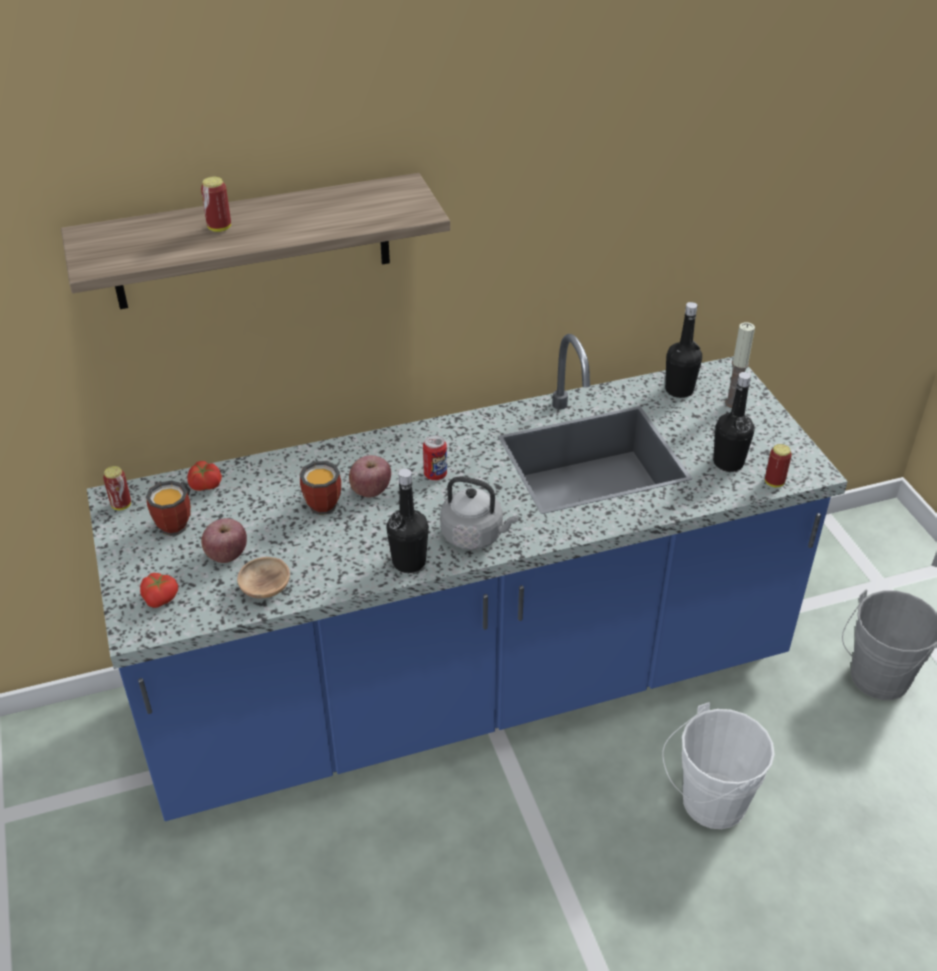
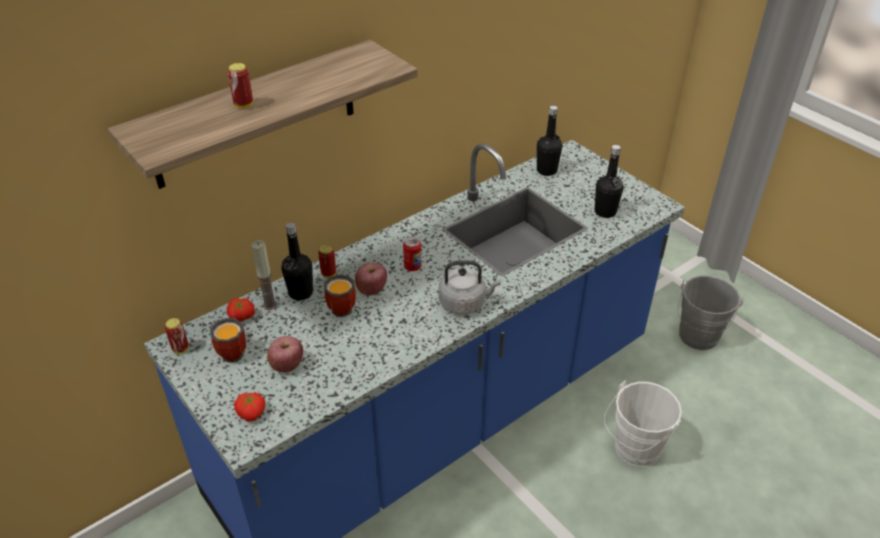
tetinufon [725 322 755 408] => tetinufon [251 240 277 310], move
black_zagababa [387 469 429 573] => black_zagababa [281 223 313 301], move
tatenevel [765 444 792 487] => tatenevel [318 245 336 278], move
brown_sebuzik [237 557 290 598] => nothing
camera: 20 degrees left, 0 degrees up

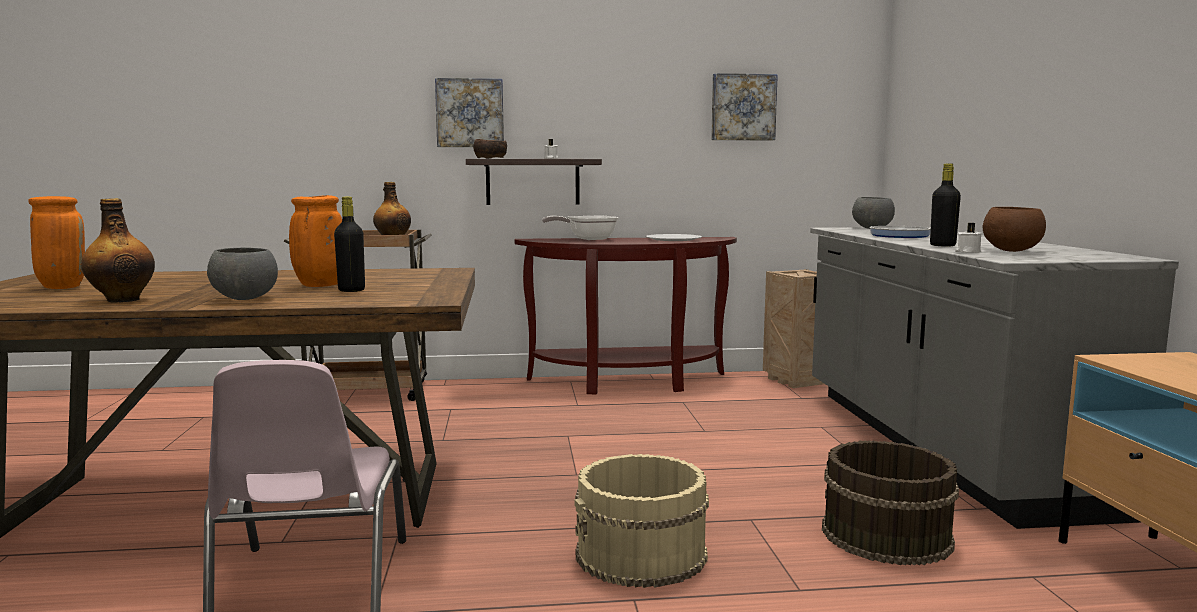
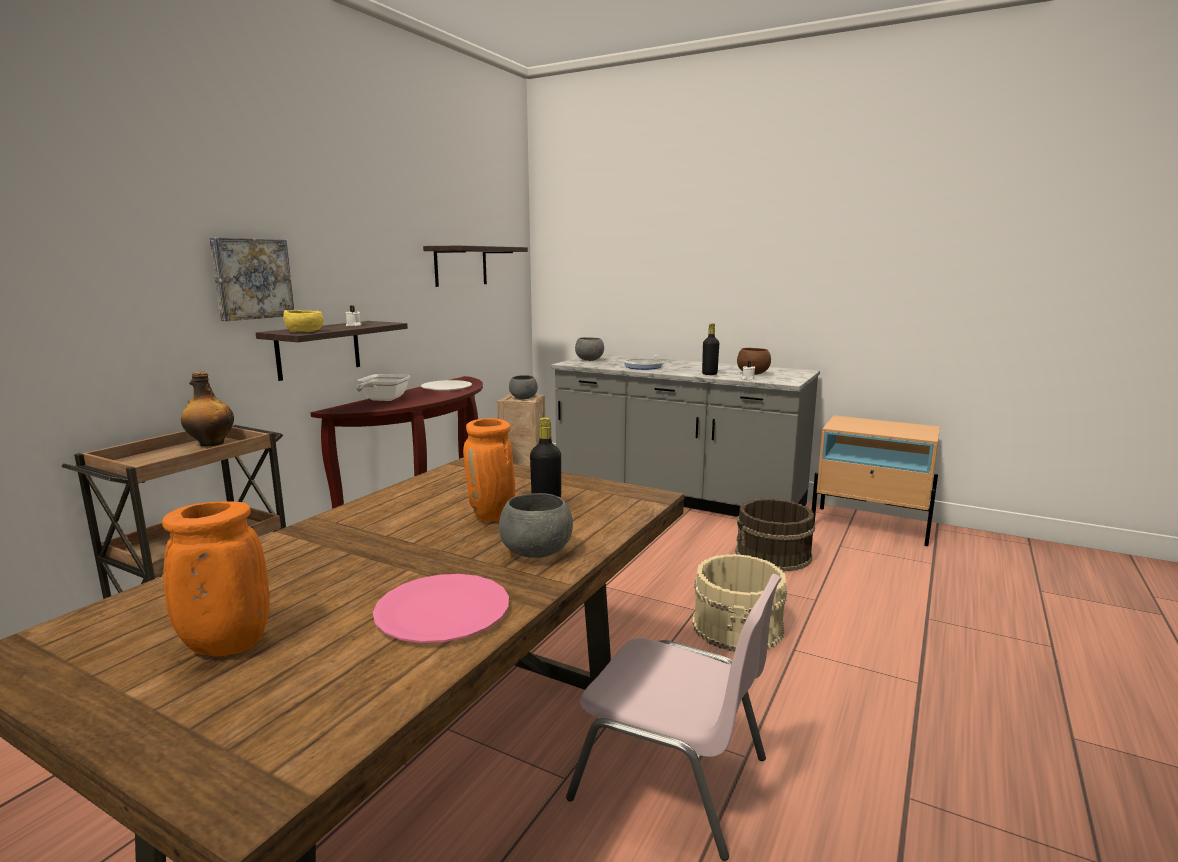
brown_sebuzik [473 139 507 159] => yellow_sebuzik [283 310 323 332]
zagababa [81 198 155 302] => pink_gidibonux [373 574 509 643]
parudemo [711 73 778 141] => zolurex [423 245 528 287]
nothing => grey_sebuzik [509 375 538 399]
camera: 55 degrees left, 5 degrees up

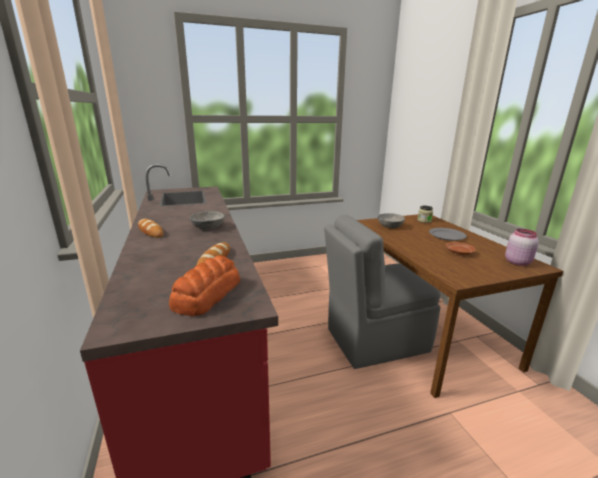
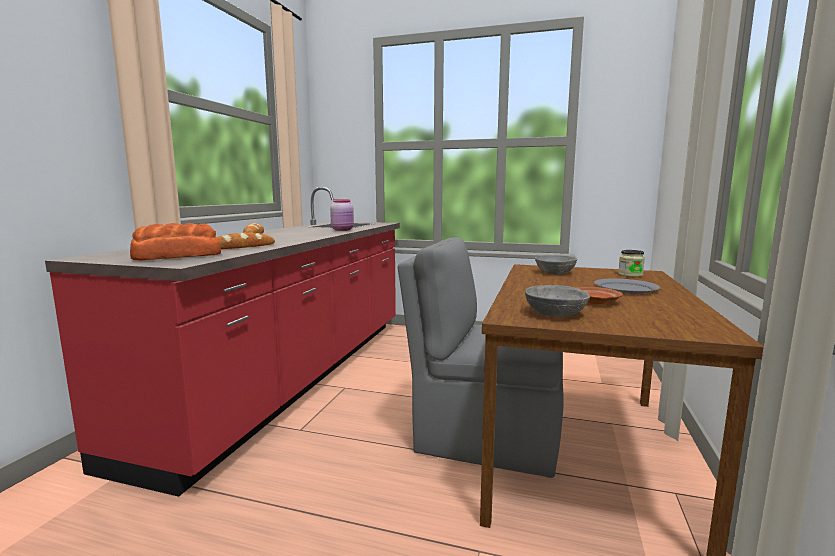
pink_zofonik [505 229 539 266] => pink_zofonik [330 199 354 231], move
grey_sebuzik [190 211 225 230] => grey_sebuzik [525 285 590 317], move
camera: 35 degrees right, 10 degrees down

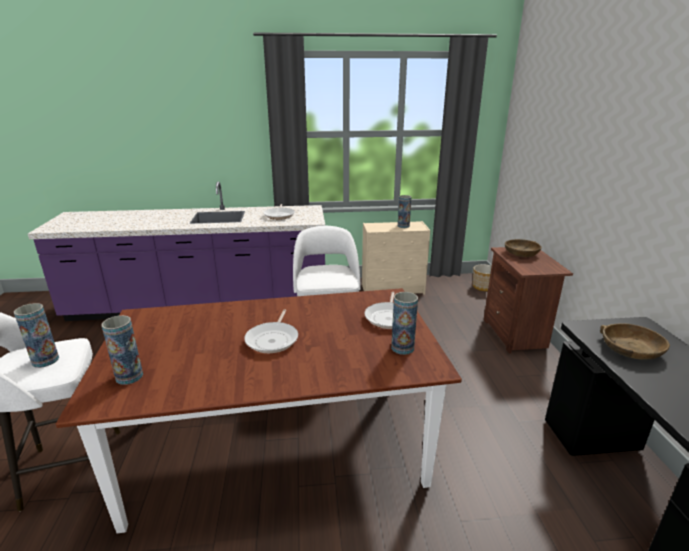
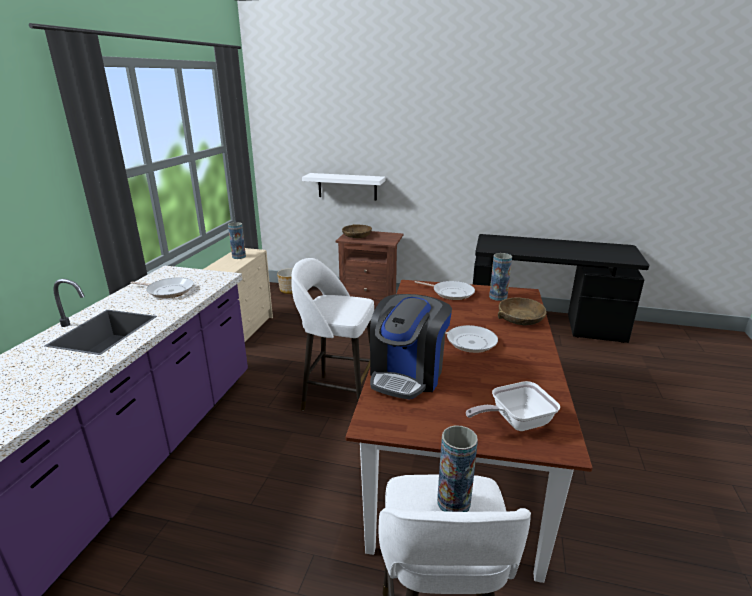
nothing => white_zolurex [302 173 386 201]
nothing => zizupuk [370 294 452 400]
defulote [102 315 143 385] => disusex [466 381 560 431]
brown_sebuzik [600 323 670 360] => brown_sebuzik [498 297 546 325], move
camera: 70 degrees left, 0 degrees up

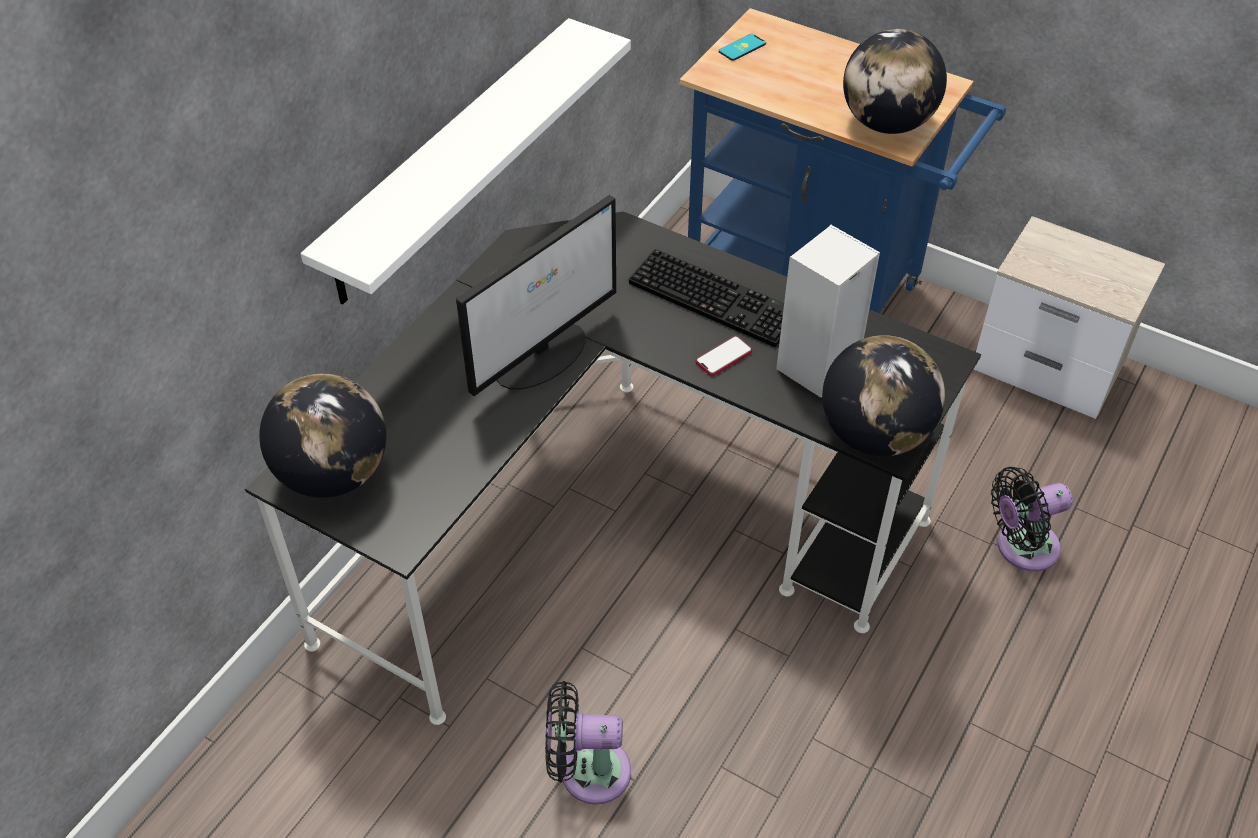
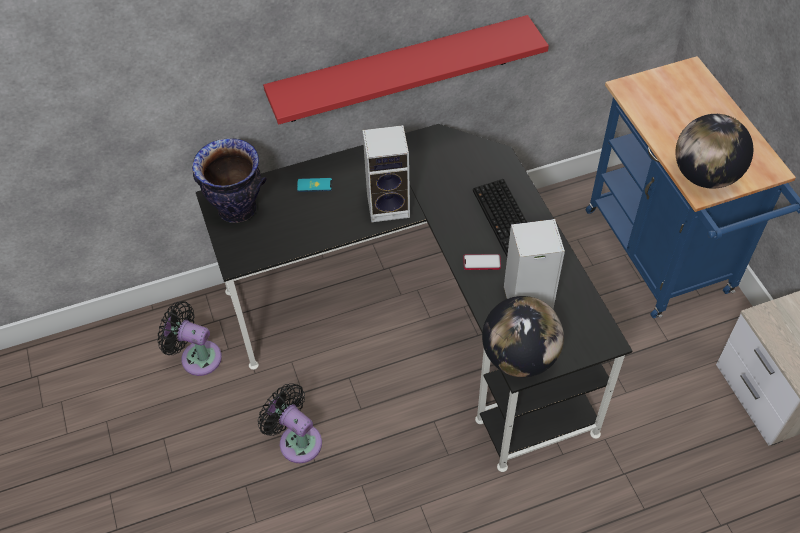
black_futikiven [991 467 1073 572] => black_futikiven [158 301 222 376], move
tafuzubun [259 374 386 498] => defulote [192 138 266 223]
white_zolurex [300 18 631 304] => red_zolurex [263 15 549 125]
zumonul [719 34 766 61] => zumonul [297 178 332 192], move
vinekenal [456 195 616 396] => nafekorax [362 125 410 223]
camera: 40 degrees right, 5 degrees up

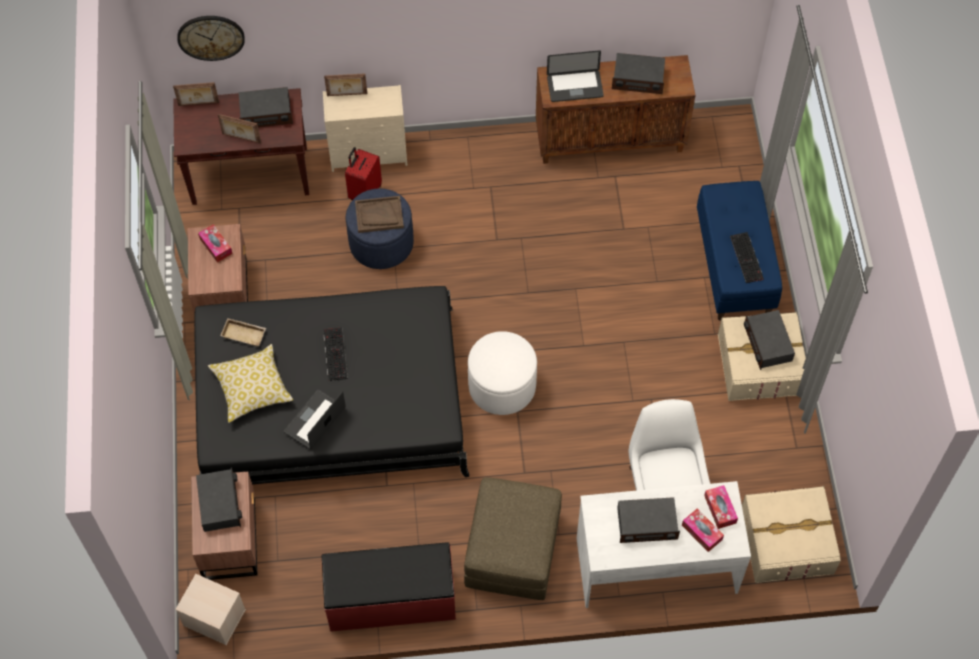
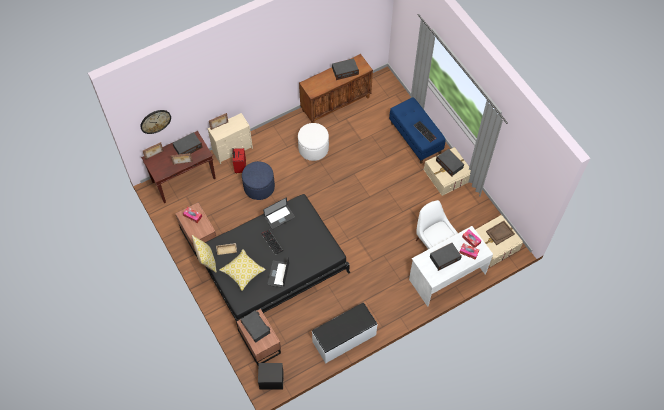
nothing => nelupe [192 235 217 273]
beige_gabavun [175 574 246 645] => black_gabavun [258 363 284 390]
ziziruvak [547 51 604 102] => ziziruvak [263 197 295 229], move
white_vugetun [468 331 537 415] => white_vugetun [298 123 329 161], move
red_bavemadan [321 542 456 632] => white_bavemadan [312 302 378 364]
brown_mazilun [355 196 404 233] => brown_mazilun [486 221 515 245], move
brown_vugetun [464 477 562 600] => nothing
camera: 25 degrees left, 0 degrees up

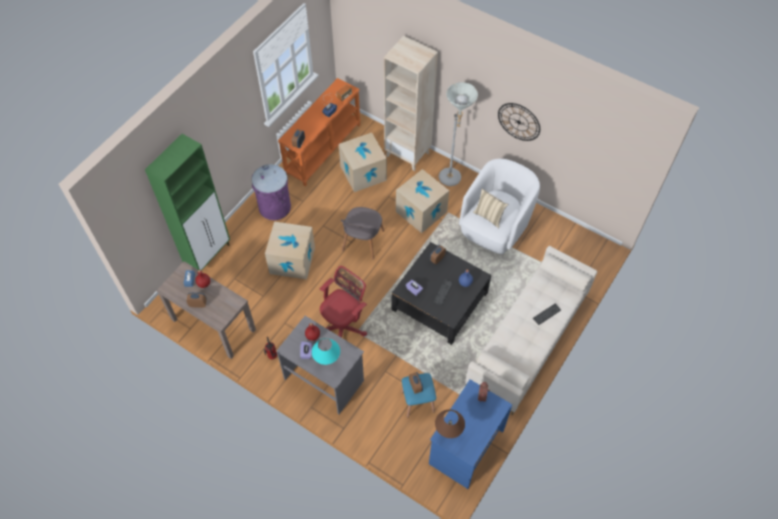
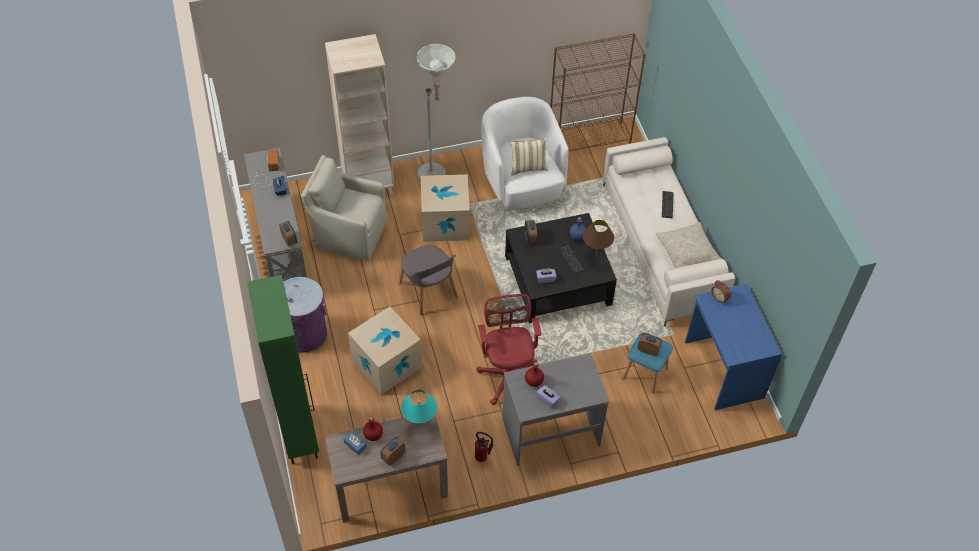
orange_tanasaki [278 78 361 187] => grey_tanasaki [244 148 308 282]
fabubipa [339 133 387 192] => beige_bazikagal [301 155 387 261]
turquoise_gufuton [312 338 340 365] => turquoise_gufuton [401 389 437 426], move
nothing => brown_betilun [550 33 646 152]
brown_gufuton [435 409 465 438] => brown_gufuton [583 220 614 257], move
nothing => beige_nelupe [655 222 722 268]
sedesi [498 103 540 141] => nothing
camera: 50 degrees left, 5 degrees down

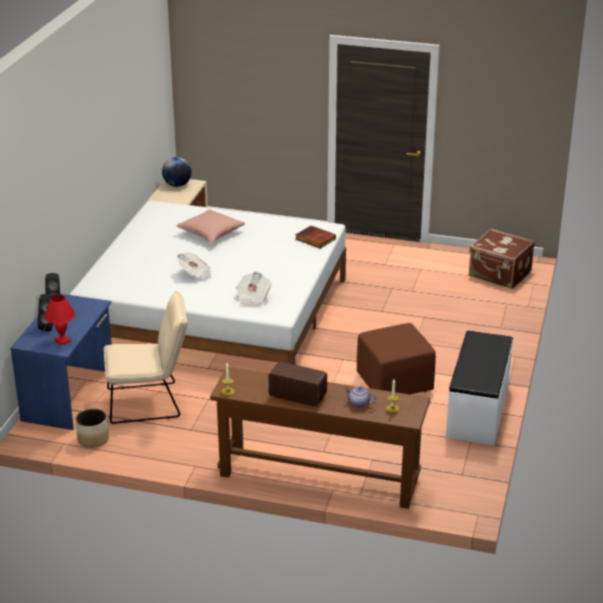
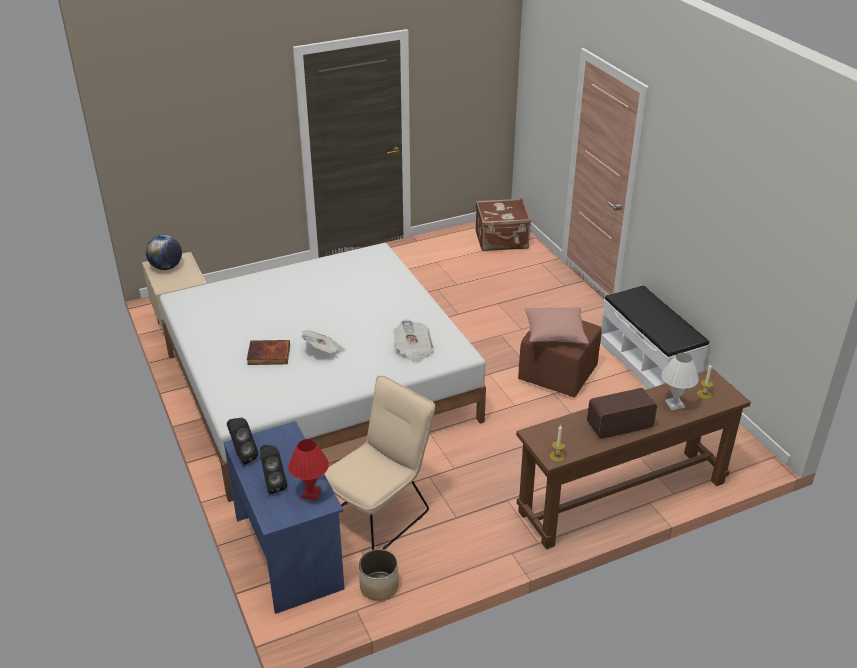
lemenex [296 226 336 249] => lemenex [247 340 290 365], move
pink_nelupe [176 209 245 243] => pink_nelupe [525 307 589 344], move
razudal [344 386 376 408] => white_gufuton [662 353 699 410]
camera: 40 degrees left, 5 degrees up

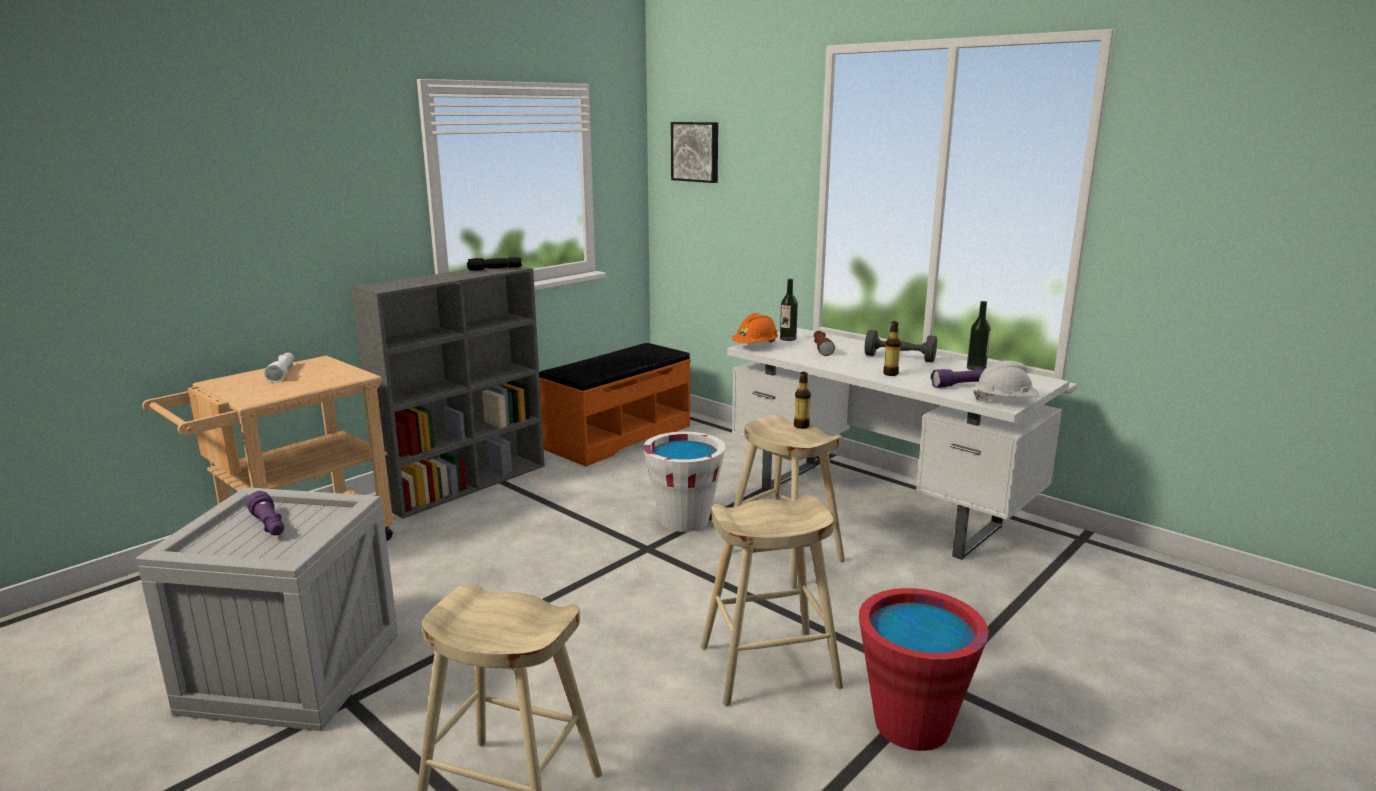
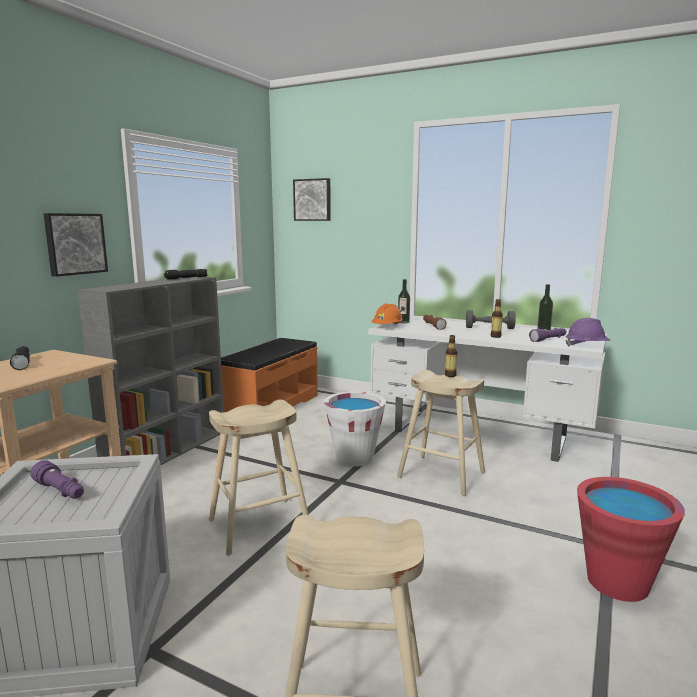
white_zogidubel [264 353 294 383] => black_zogidubel [10 346 30 370]
nothing => parudemo [43 213 108 277]
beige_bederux [700 495 843 706] => beige_bederux [209 399 309 555], move
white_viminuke [973 361 1039 400] => purple_viminuke [565 318 611 347]
camera: 15 degrees left, 5 degrees down

